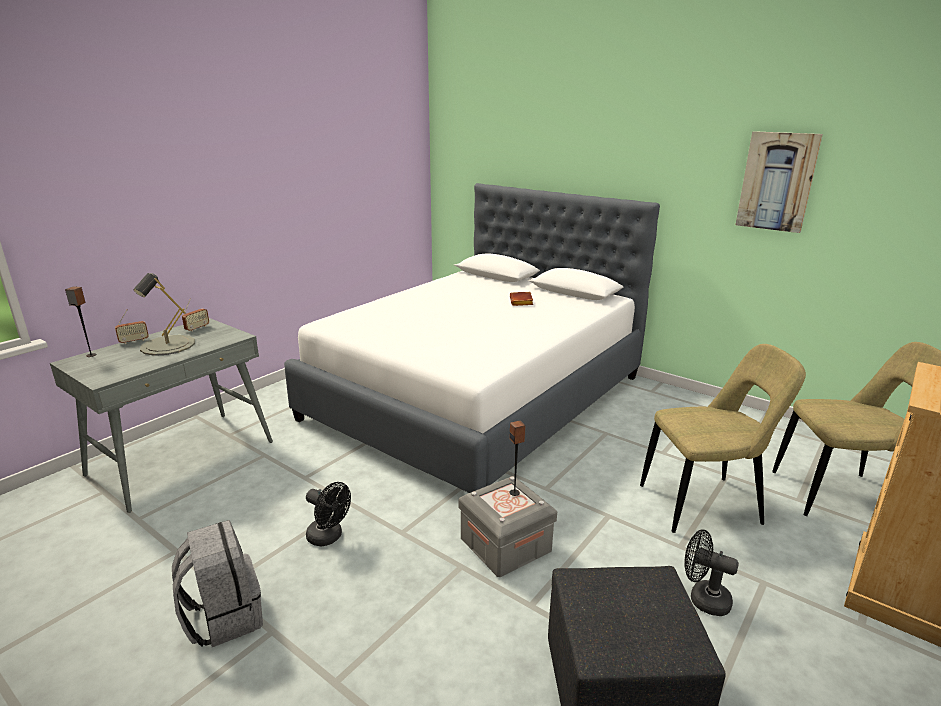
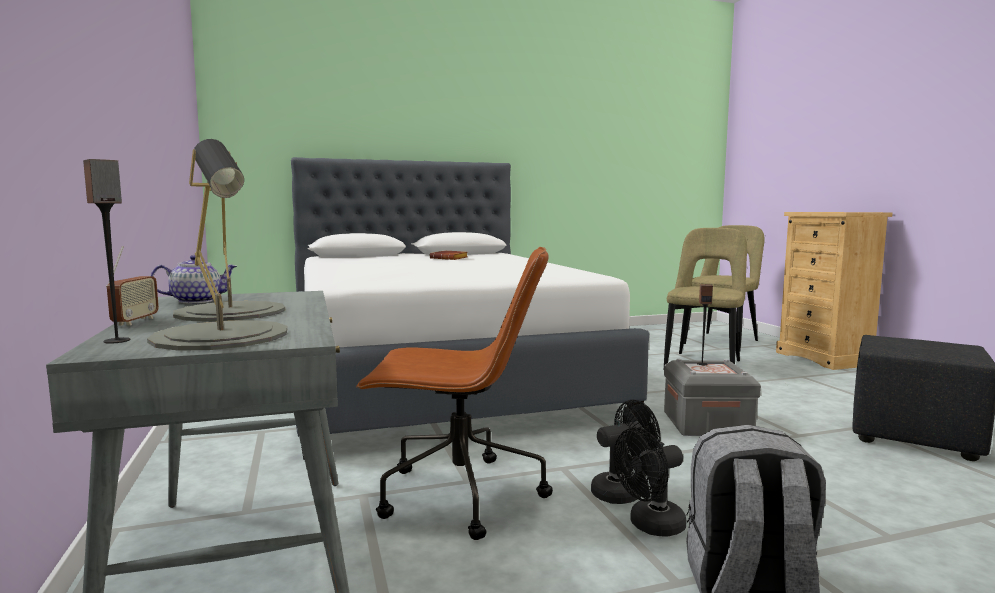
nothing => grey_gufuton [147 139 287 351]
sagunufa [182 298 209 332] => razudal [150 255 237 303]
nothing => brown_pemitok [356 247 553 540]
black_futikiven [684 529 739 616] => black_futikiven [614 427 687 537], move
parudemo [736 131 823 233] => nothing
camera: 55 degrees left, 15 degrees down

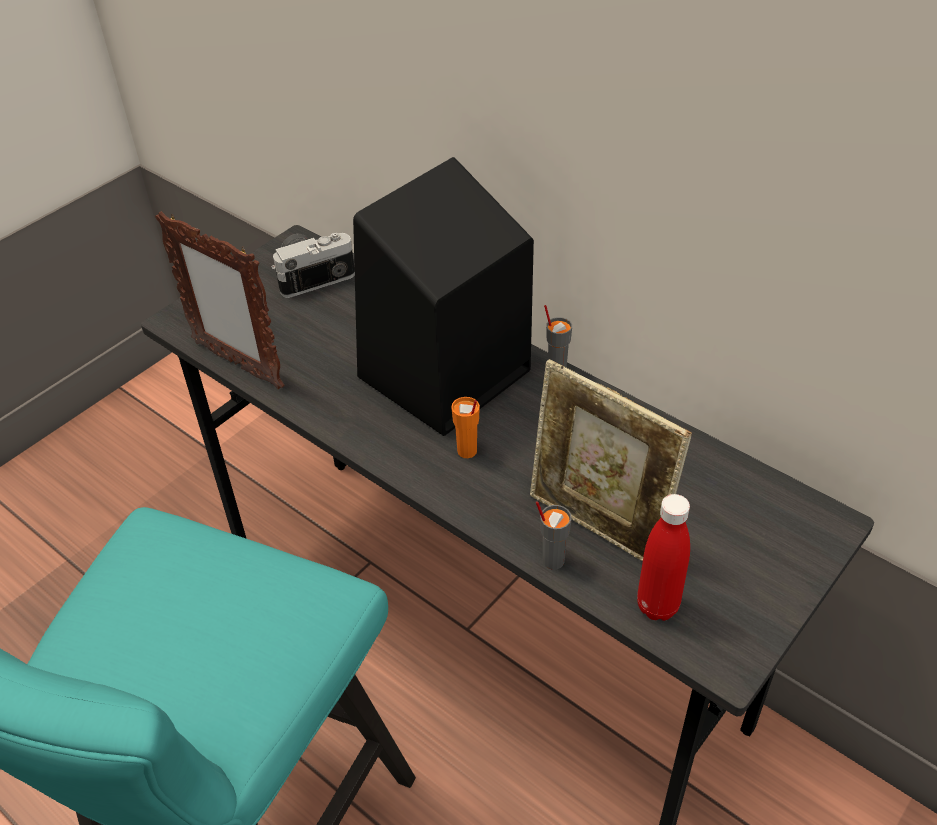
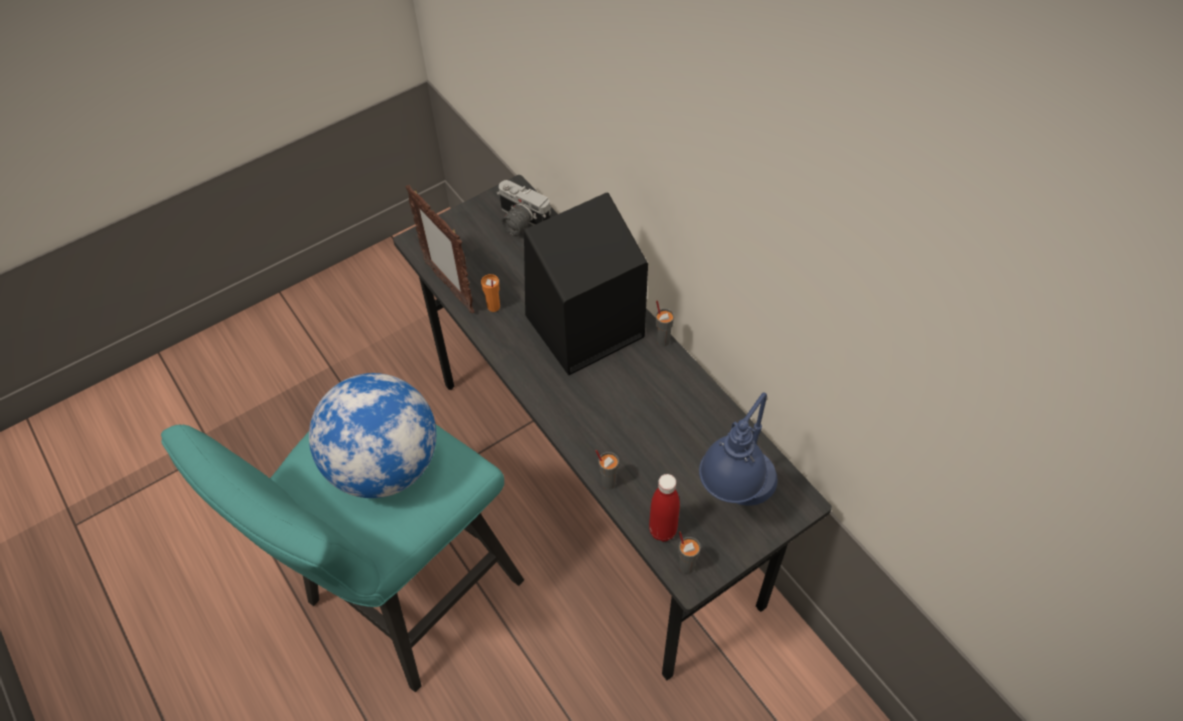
nothing => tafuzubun [309 373 436 498]
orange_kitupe [451 397 480 458] => orange_kitupe [481 274 500 312], move
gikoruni [272 233 355 298] => gikoruni [497 180 551 235], 135 degrees counterclockwise
nothing => grey_kitupe [679 531 701 574]
nothing => blue_gufuton [699 393 778 506]
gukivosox [530 359 692 562] => nothing
camera: 15 degrees right, 10 degrees up

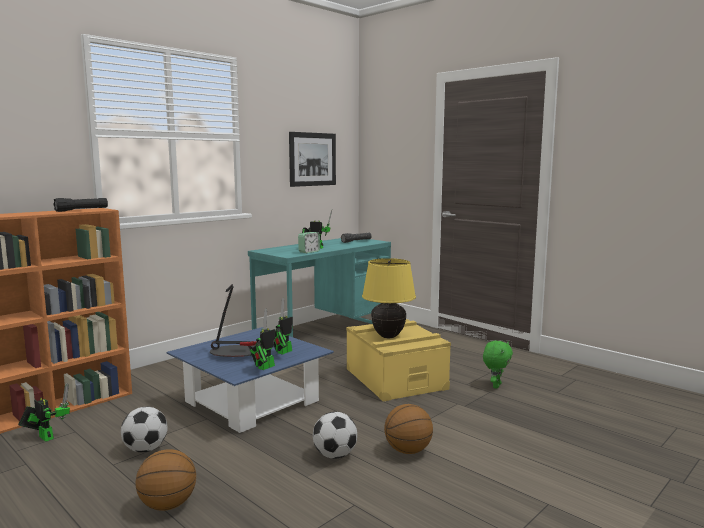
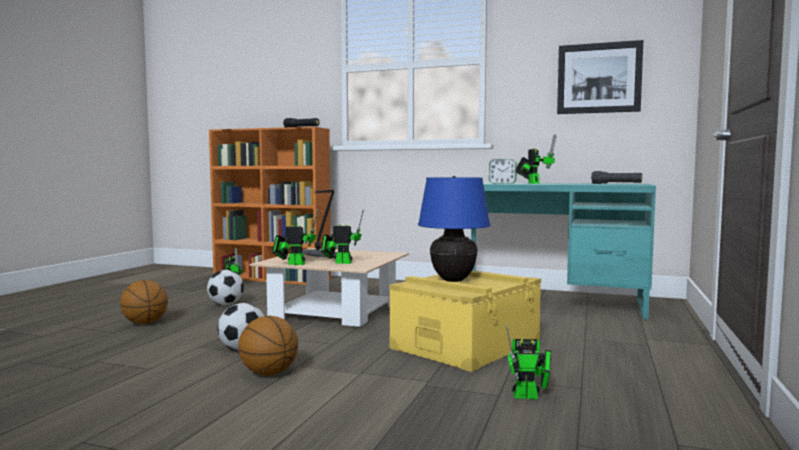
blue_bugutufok [167 327 334 433] => beige_bugutufok [249 248 409 327]
yellow_gufuton [362 258 416 338] => blue_gufuton [418 176 491 282]
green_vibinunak [483 341 513 389] => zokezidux [506 324 551 399]
camera: 65 degrees right, 5 degrees down

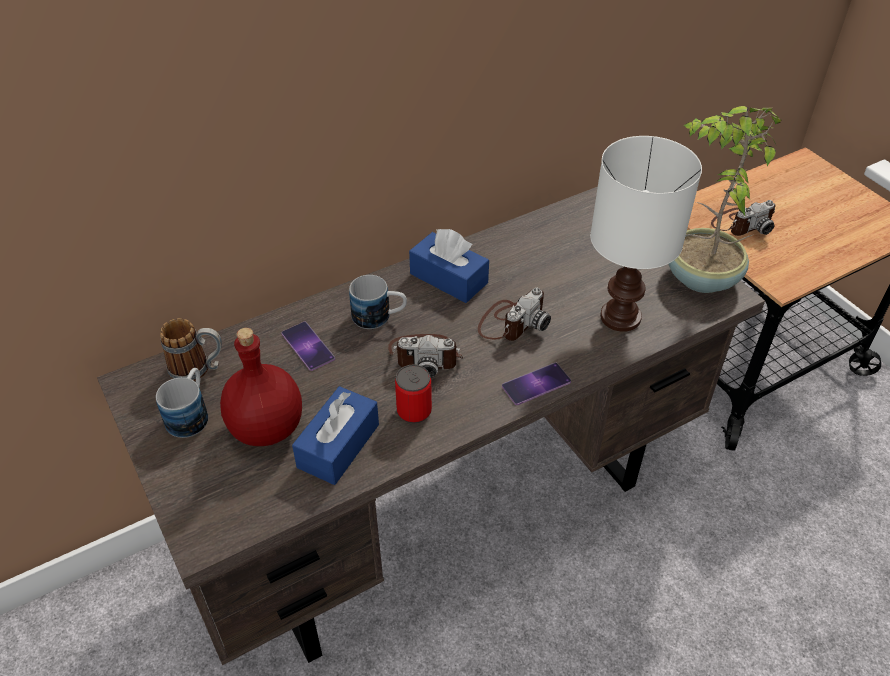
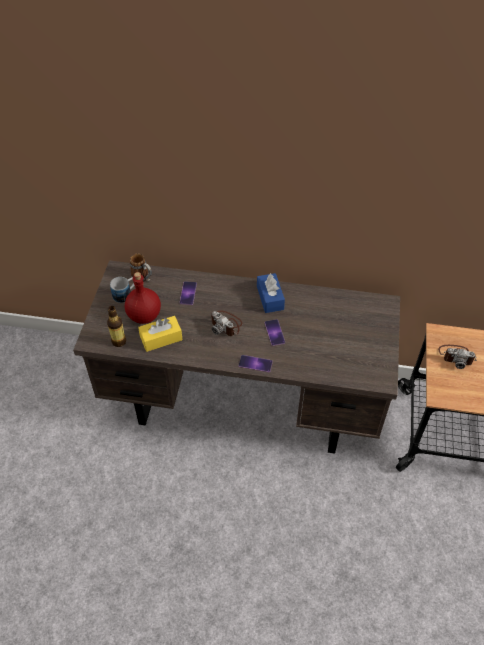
nothing => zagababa [107 306 126 347]
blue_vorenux [292 386 379 485] => yellow_vorenux [138 316 182 352]
gikoruni [478 288 551 341] => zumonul [265 319 285 346]
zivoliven [349 275 407 329] => nothing
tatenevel [395 364 432 424] => nothing
white_gufuton [590 136 702 332] => nothing
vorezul [668 106 781 293] => nothing
camera: 40 degrees right, 5 degrees up

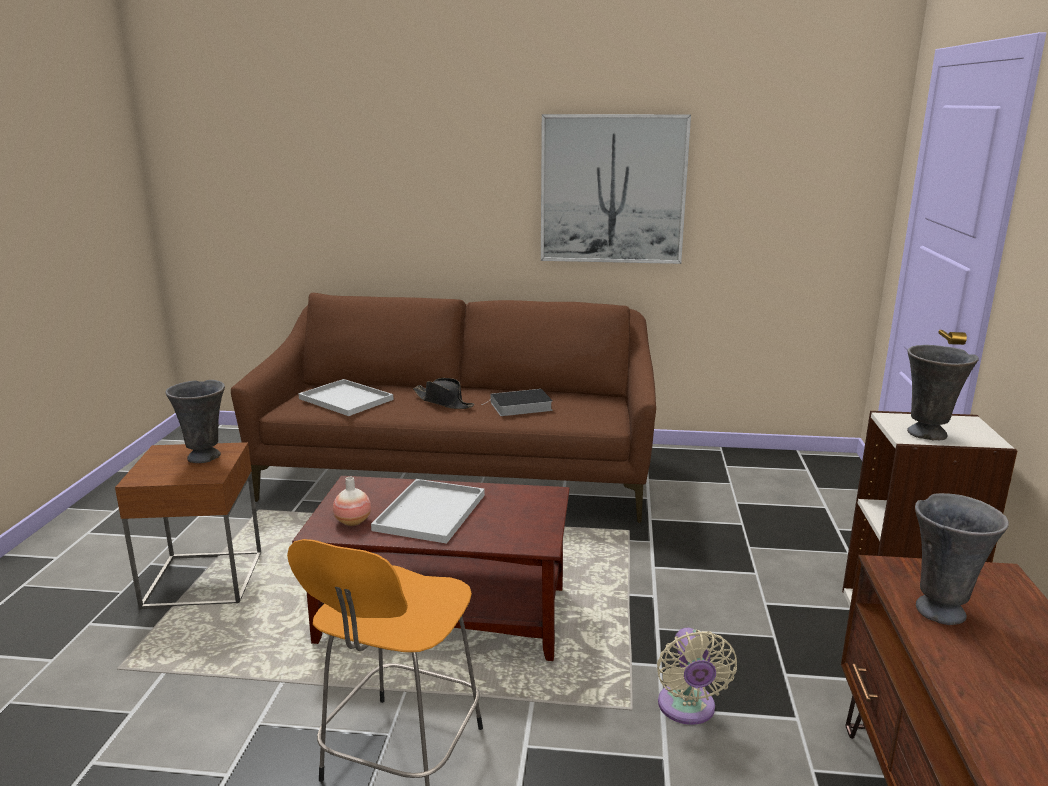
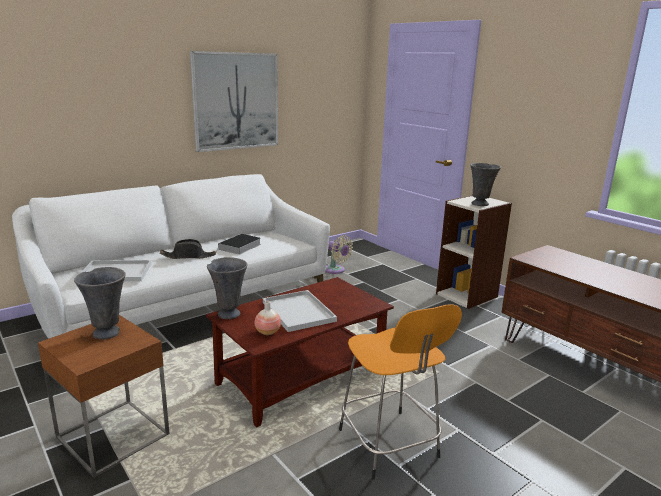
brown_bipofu [231 293 656 523] => white_bipofu [12 174 330 339]
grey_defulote [915 493 1009 625] => grey_defulote [207 257 247 319], move
beige_futikiven [657 628 737 725] => beige_futikiven [325 235 353 274], move
camera: 45 degrees left, 0 degrees up

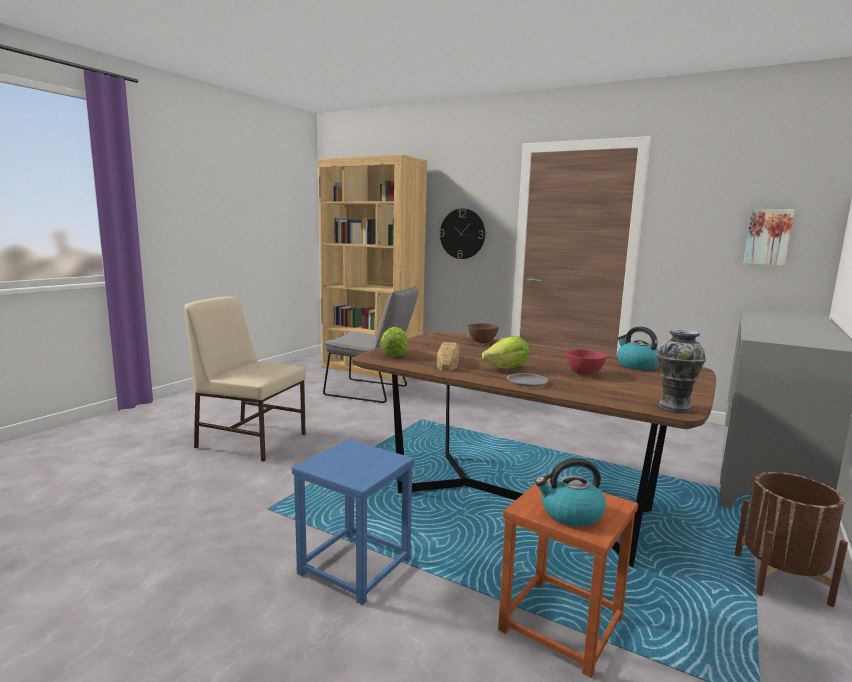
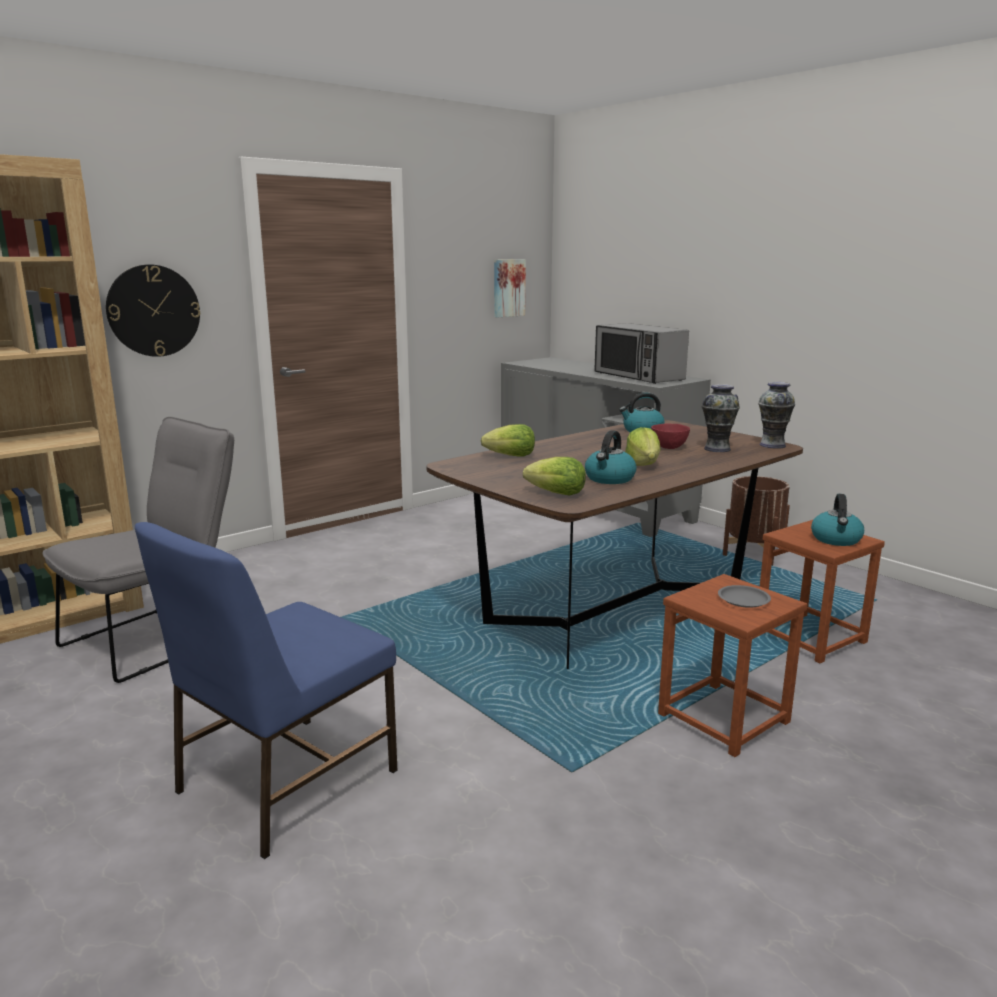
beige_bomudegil [184 297 306 462] => blue_bomudegil [135 522 398 859]
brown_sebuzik [468 323 499 343] => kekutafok [481 424 535 457]
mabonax [437 342 460 371] => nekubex [585 430 637 484]
nothing => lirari [594 323 689 384]
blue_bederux [292 439 415 605] => brown_bederux [658 574 807 757]
nothing => defulote [701 384 740 452]
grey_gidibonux [507 373 548 387] => grey_gidibonux [718 585 771 608], move
camera: 70 degrees left, 5 degrees up

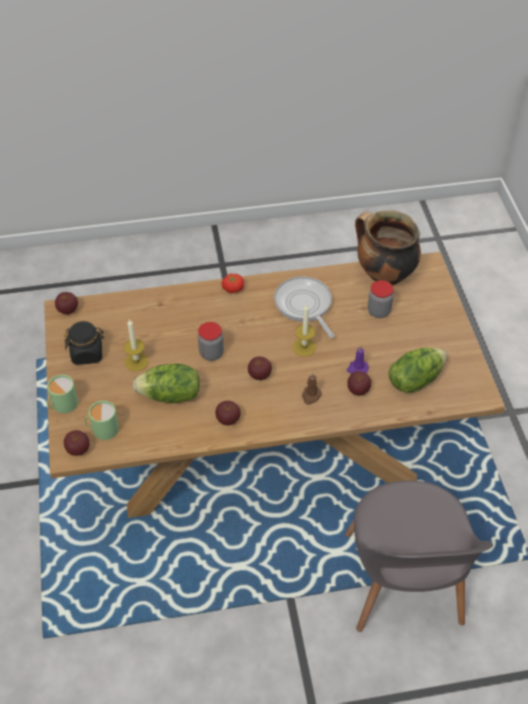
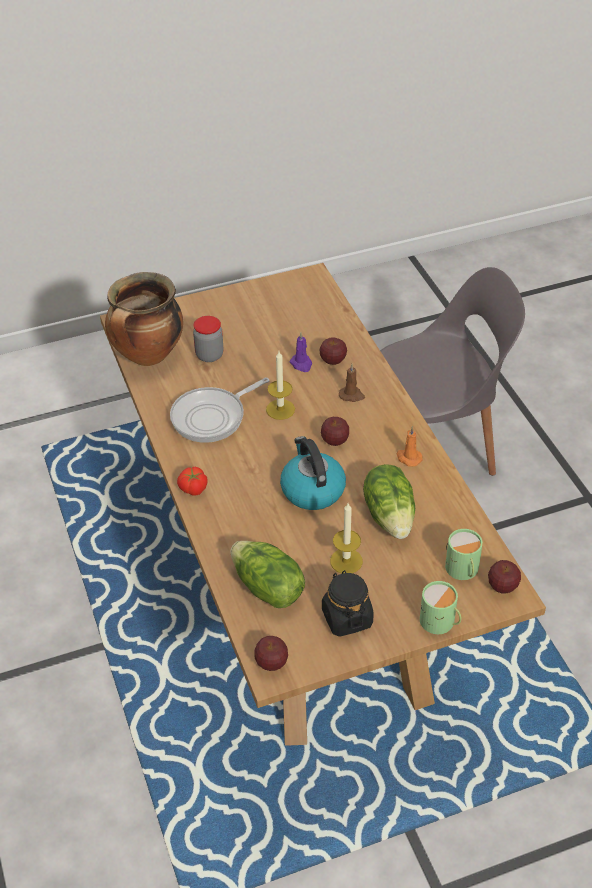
kekutafok [388 347 447 393] => kekutafok [230 541 305 608], move
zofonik [198 322 224 361] => nekubex [280 436 346 510]
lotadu [215 401 241 426] => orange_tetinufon [397 427 423 467]
camera: 100 degrees left, 5 degrees down

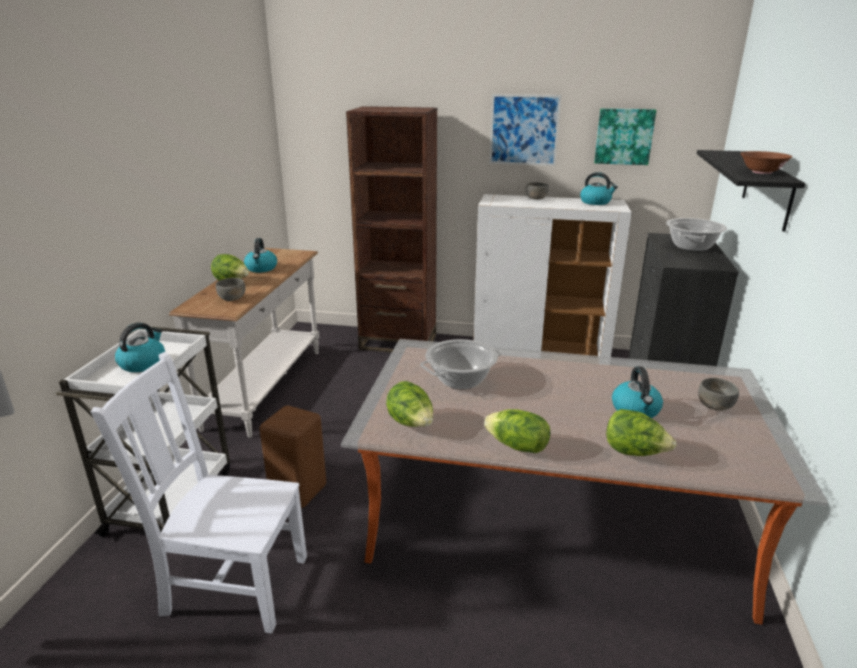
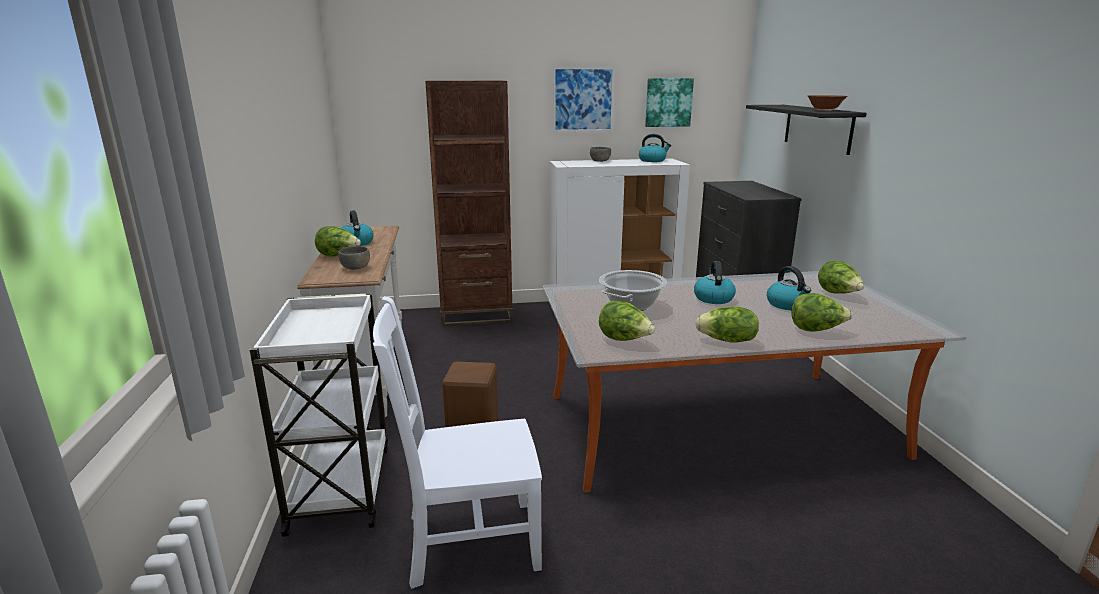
nekubex [115 322 165 372] => nekubex [694 261 736 304], move
grey_sebuzik [698 378 739 411] => kekutafok [818 260 864 294]
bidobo [666 218 727 251] => nothing
camera: 20 degrees left, 5 degrees down

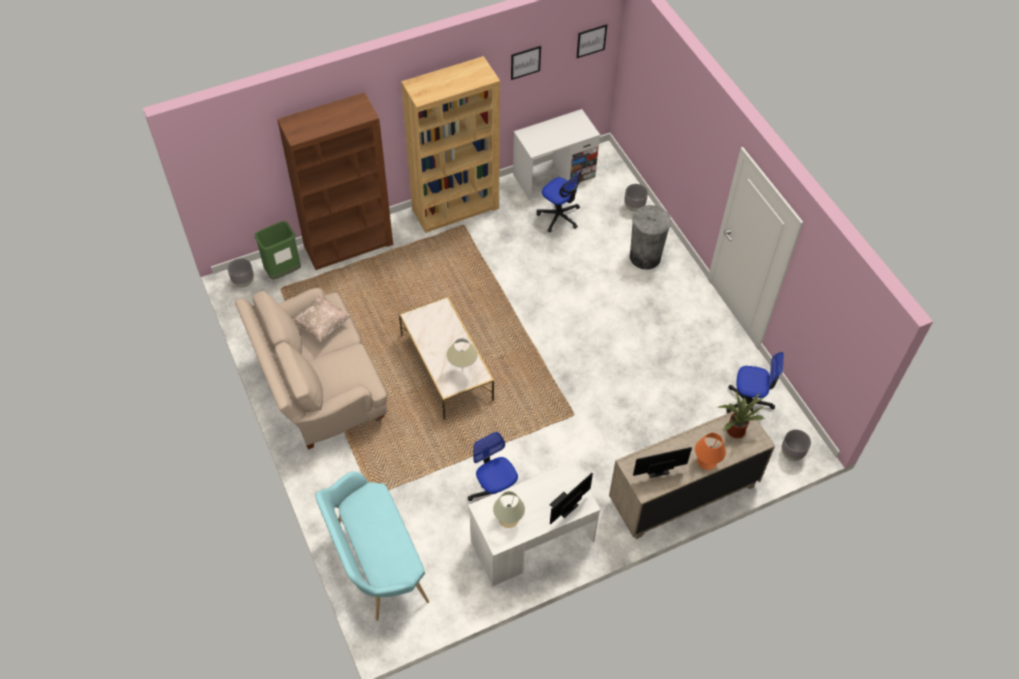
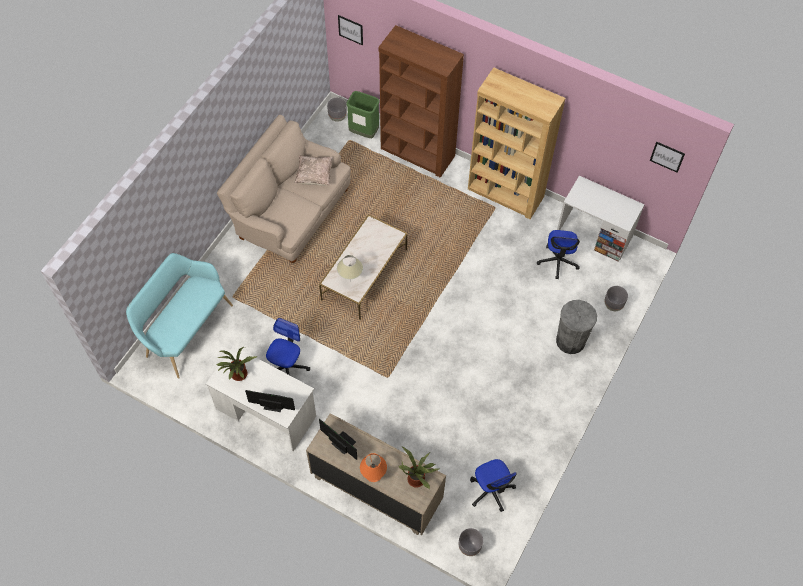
beige_gufuton [493 491 525 528] => vorezul [216 347 258 381]
parudemo [511 46 541 80] => parudemo [338 15 363 46], move
camera: 55 degrees right, 5 degrees up

